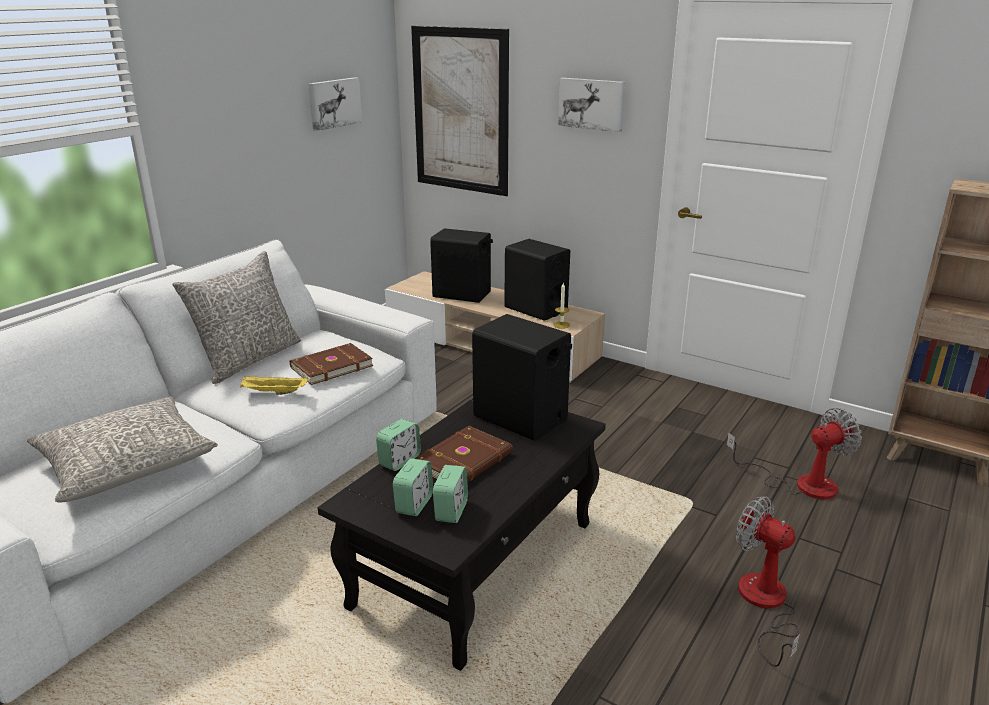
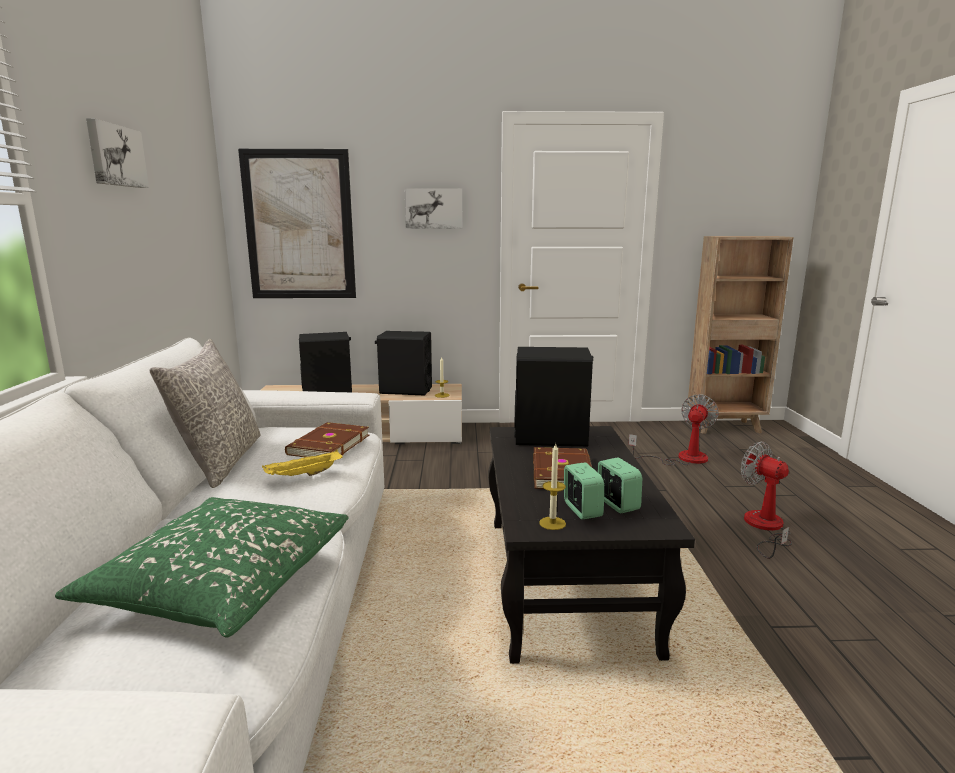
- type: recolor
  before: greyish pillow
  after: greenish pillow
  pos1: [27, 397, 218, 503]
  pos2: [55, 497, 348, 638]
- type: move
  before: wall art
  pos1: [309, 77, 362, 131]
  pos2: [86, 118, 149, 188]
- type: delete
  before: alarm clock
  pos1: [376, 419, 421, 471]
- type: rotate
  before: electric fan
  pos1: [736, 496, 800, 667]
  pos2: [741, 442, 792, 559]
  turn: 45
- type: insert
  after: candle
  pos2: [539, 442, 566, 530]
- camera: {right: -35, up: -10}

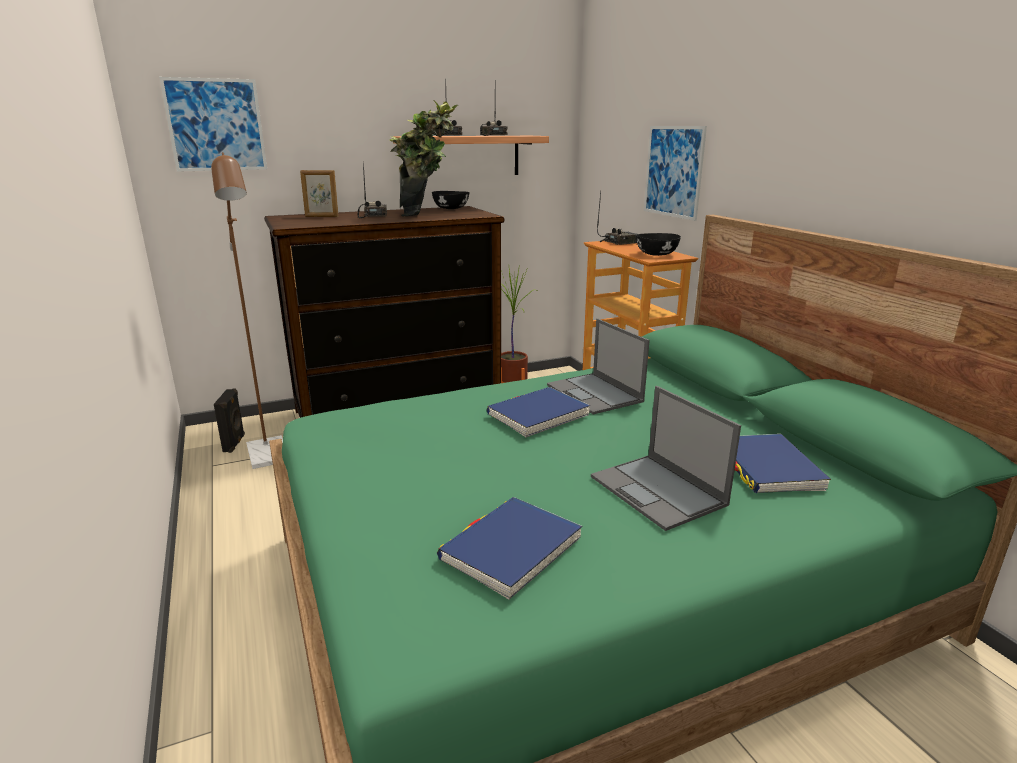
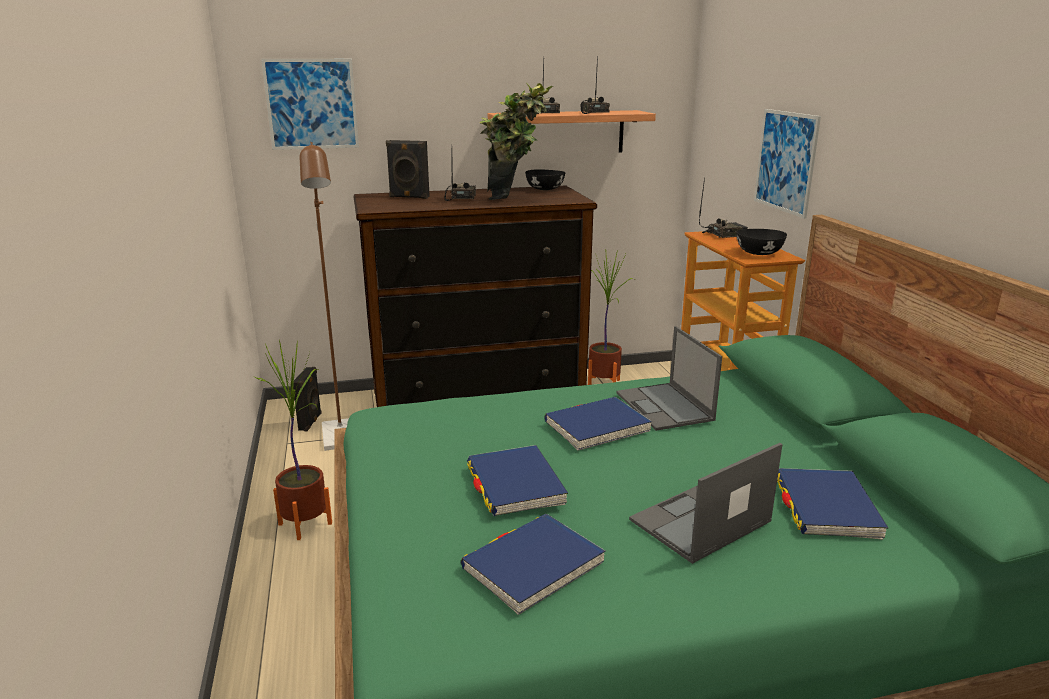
- type: replace
  before: standing frame
  after: black-coloured speaker
  pos1: [300, 170, 339, 217]
  pos2: [386, 140, 430, 199]
- type: rotate
  before: portable computer
  pos1: [591, 386, 741, 531]
  pos2: [629, 443, 782, 564]
  turn: 75
- type: insert
  after: potted plant
  pos2: [255, 340, 332, 540]
- type: insert
  after: bluish volume
  pos2: [467, 445, 568, 516]
- camera: {right: 10, up: 0}

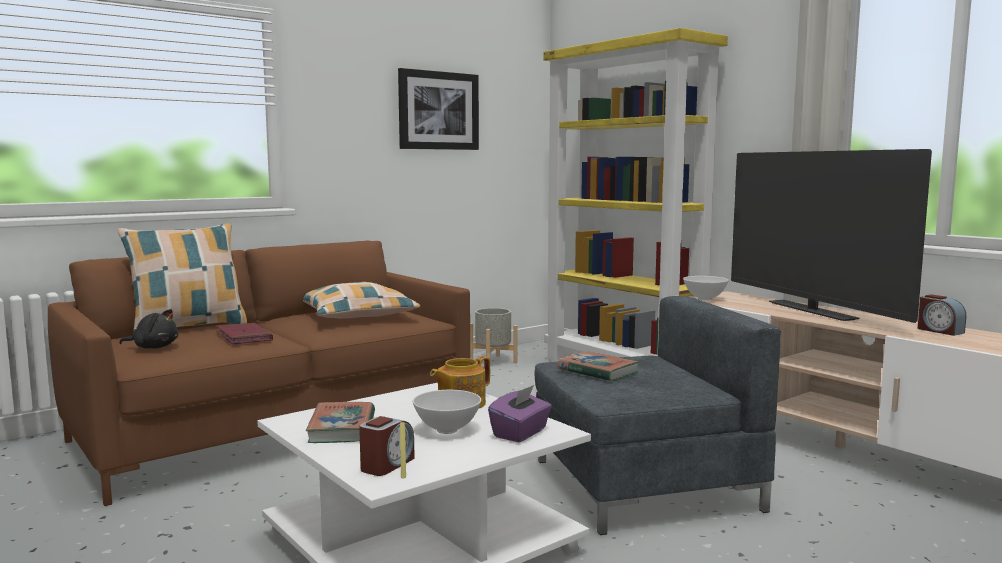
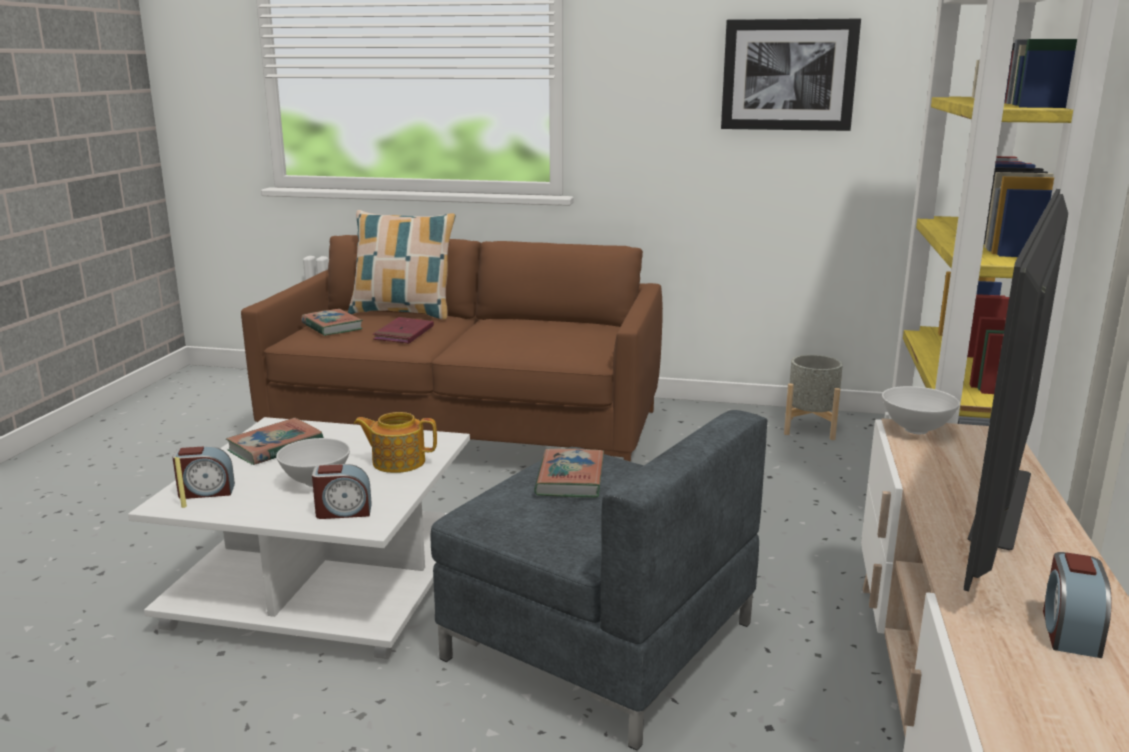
- type: replace
  before: black-coloured soft toy
  after: volume
  pos1: [119, 309, 178, 348]
  pos2: [301, 309, 363, 336]
- type: delete
  before: pillow
  pos1: [303, 282, 420, 318]
- type: replace
  before: purplish tissue box
  after: alarm clock
  pos1: [488, 385, 552, 442]
  pos2: [312, 464, 372, 519]
- camera: {right: 50, up: 10}

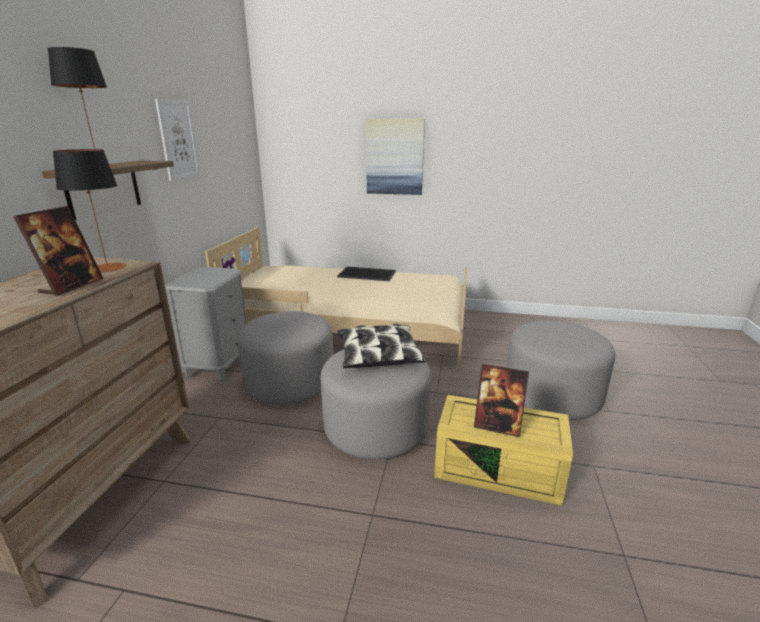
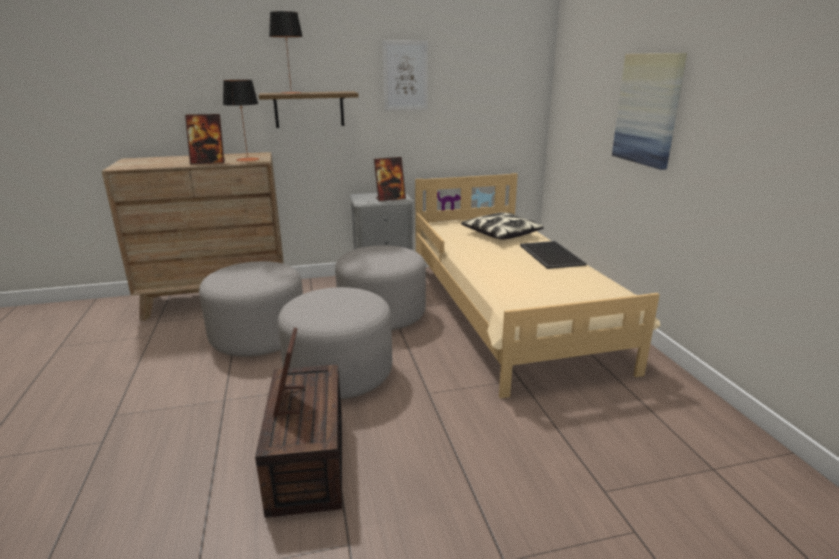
- type: move
  before: pillow
  pos1: [337, 324, 426, 368]
  pos2: [461, 212, 544, 240]
- type: recolor
  before: yellow storage box
  after: brown storage box
  pos1: [434, 395, 573, 506]
  pos2: [255, 365, 342, 518]
- type: move
  before: greyish pouffe
  pos1: [506, 321, 615, 420]
  pos2: [199, 261, 303, 357]
- type: insert
  after: standing frame
  pos2: [374, 157, 406, 201]
- camera: {right: 65, up: 0}

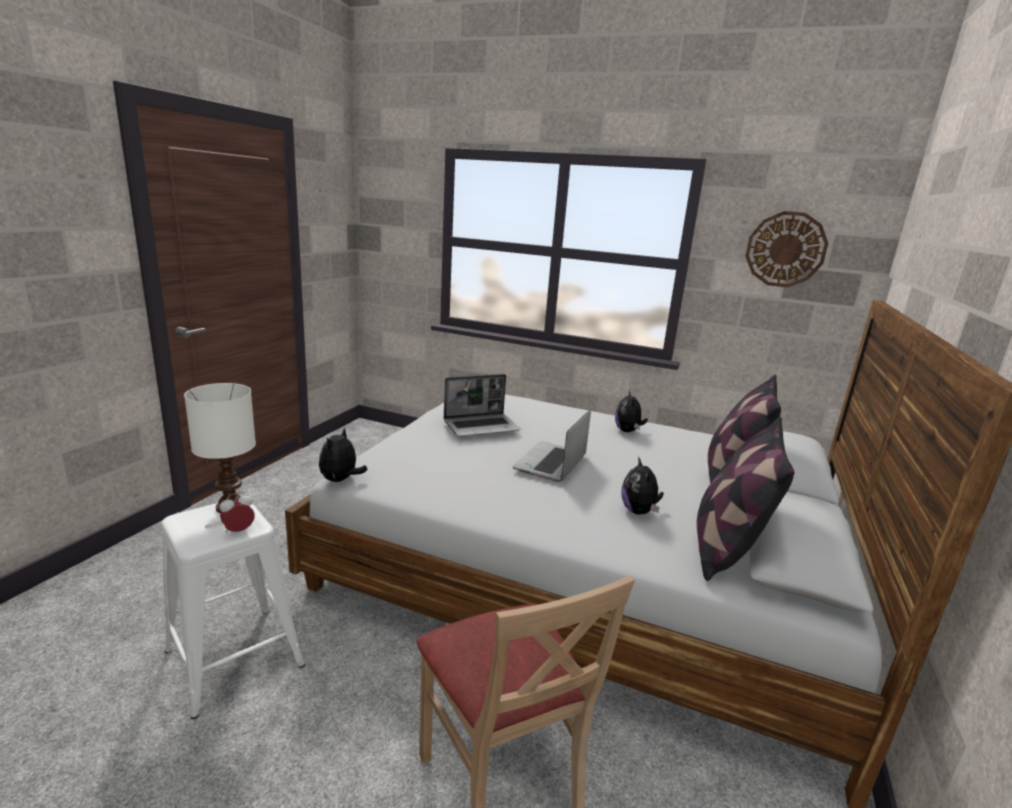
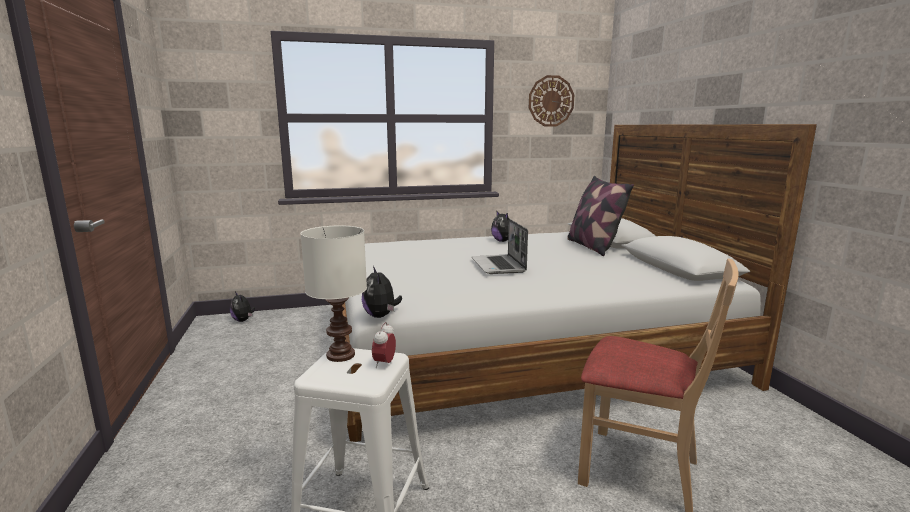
- type: delete
  before: portable computer
  pos1: [444, 374, 520, 437]
- type: move
  before: soft toy
  pos1: [621, 456, 664, 515]
  pos2: [230, 292, 255, 322]
- type: delete
  before: pillow
  pos1: [697, 417, 794, 581]
- camera: {right: -35, up: -5}

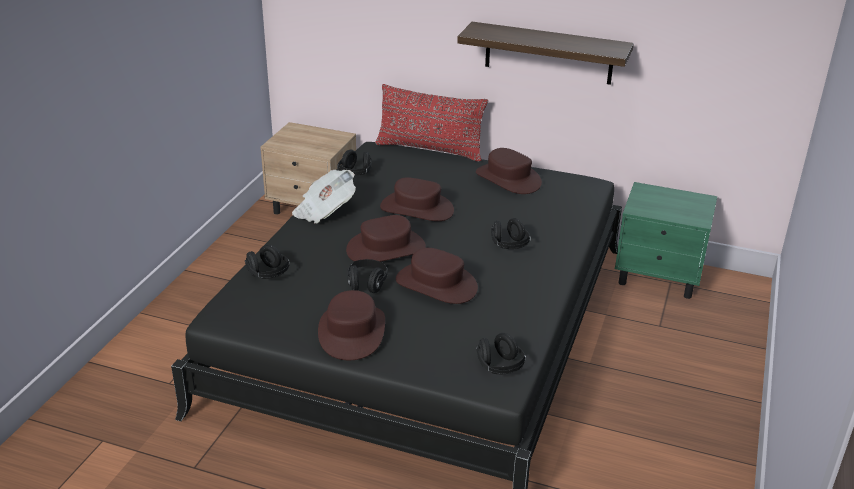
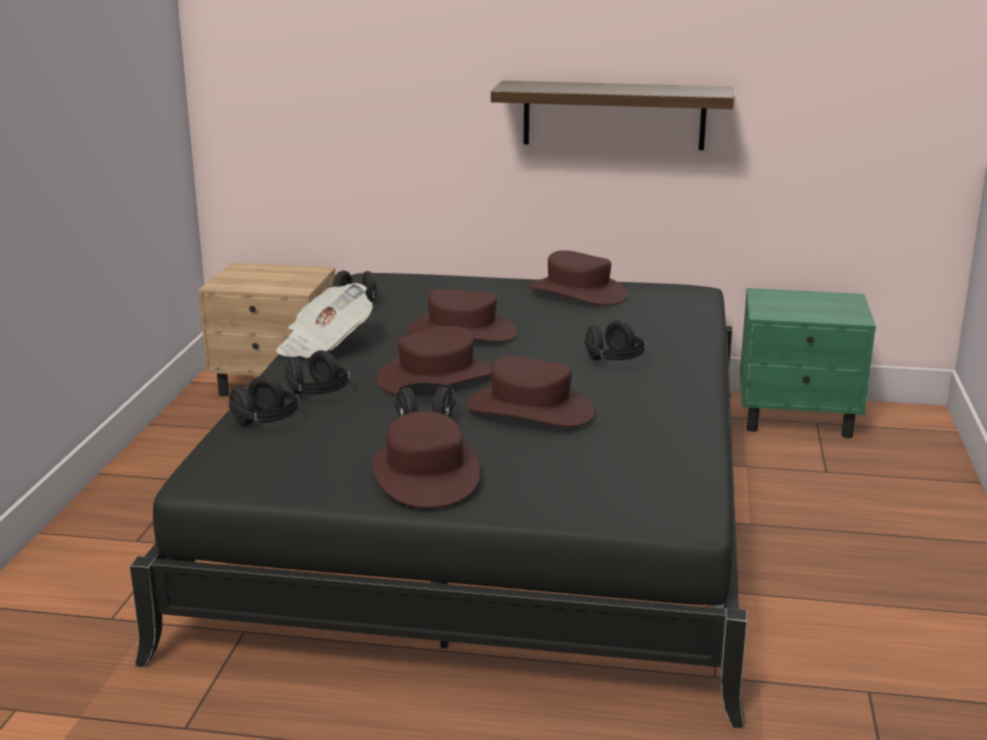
- type: delete
  before: red-coloured pillow
  pos1: [375, 84, 488, 162]
- type: move
  before: black-coloured headset
  pos1: [476, 333, 526, 374]
  pos2: [285, 350, 350, 395]
- camera: {right: -10, up: -10}

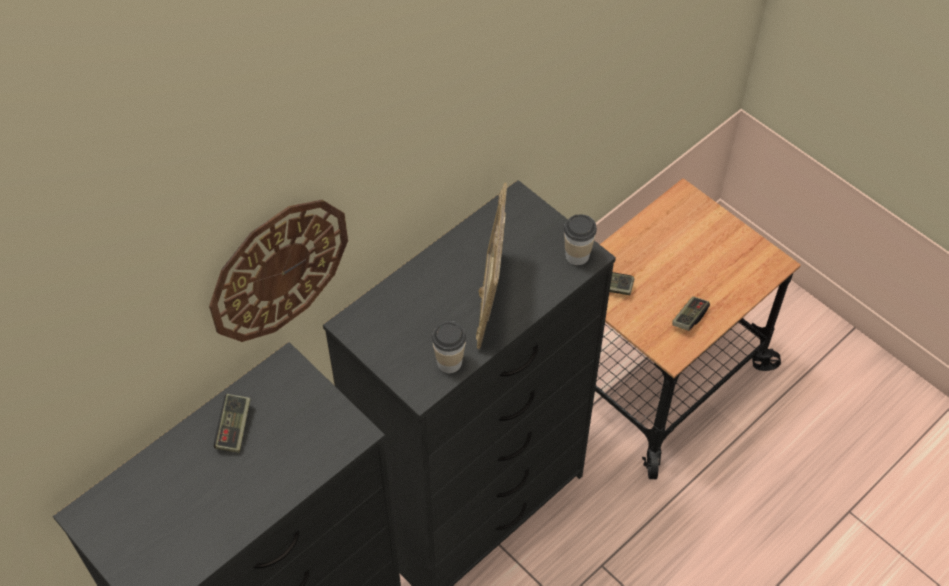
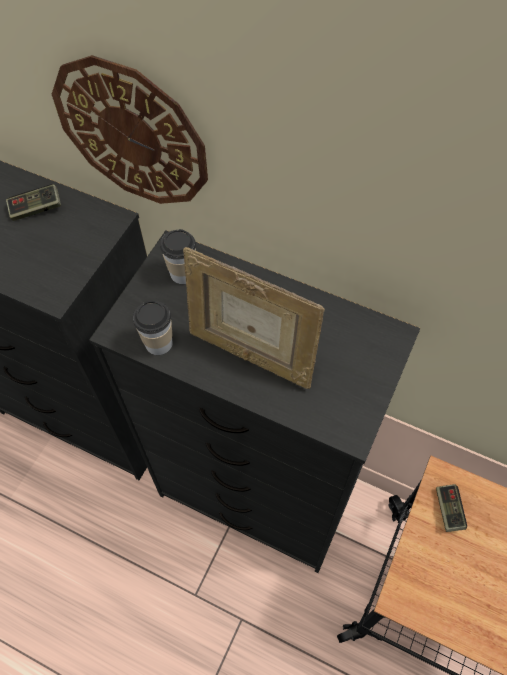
- type: rotate
  before: standing frame
  pos1: [476, 183, 507, 349]
  pos2: [183, 247, 325, 389]
  turn: -135
- type: move
  before: small cup
  pos1: [564, 214, 597, 265]
  pos2: [160, 229, 196, 284]
- type: delete
  before: game controller
  pos1: [672, 296, 710, 331]
- camera: {right: 70, up: 5}

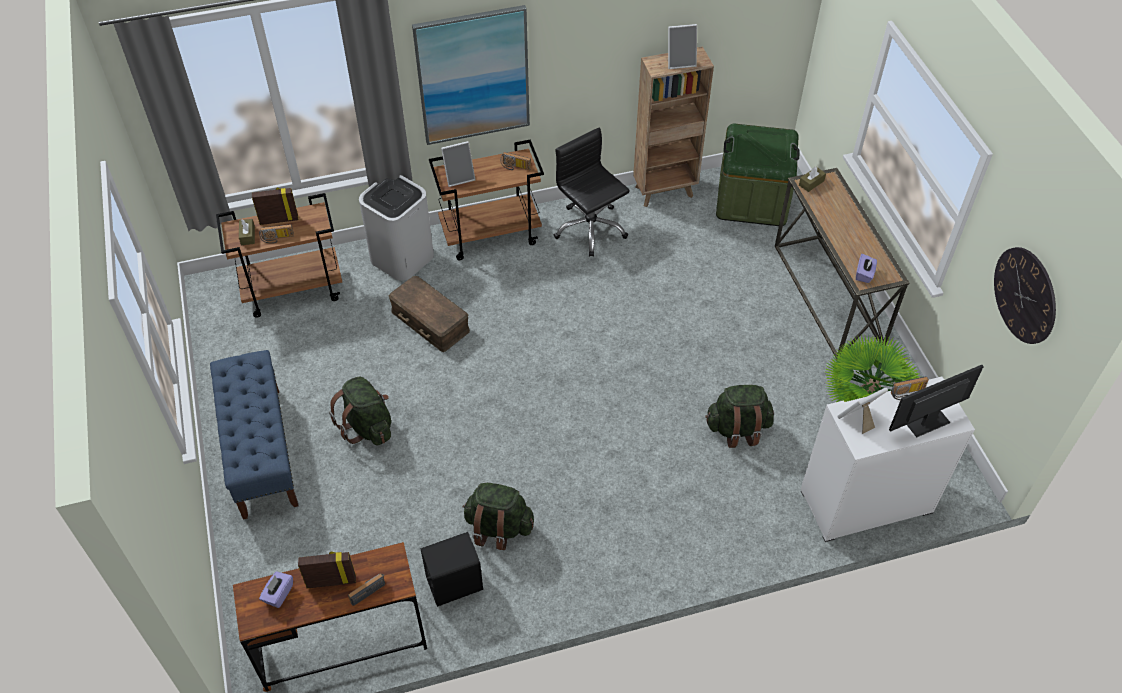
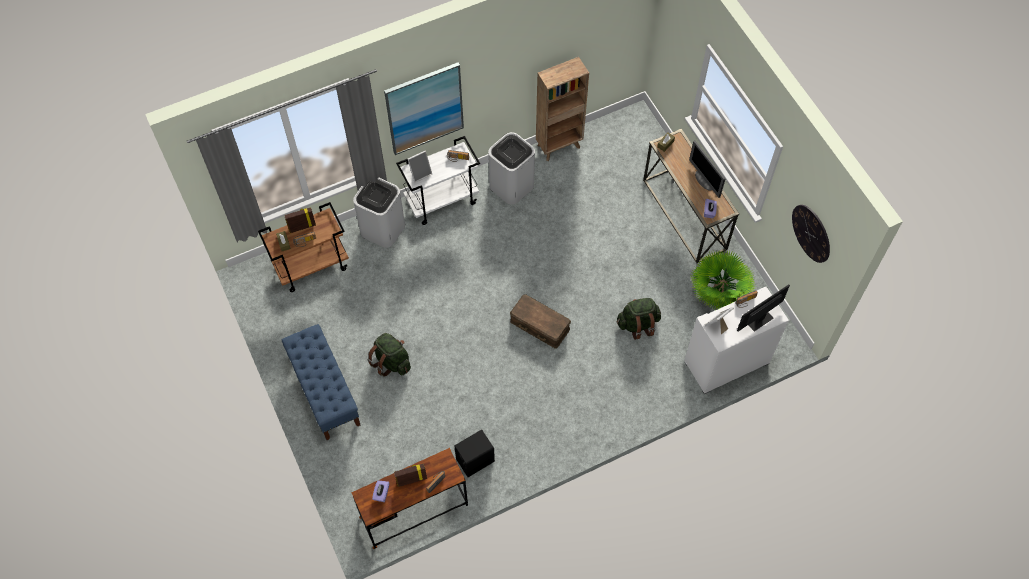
- type: move
  before: brown storage box
  pos1: [389, 276, 470, 352]
  pos2: [510, 294, 571, 349]
- type: recolor
  before: brown cart
  after: white-coloured cart
  pos1: [429, 140, 544, 260]
  pos2: [396, 136, 480, 225]
- type: delete
  before: greenish rucksack
  pos1: [462, 483, 534, 550]
- type: replace
  before: black-coloured computer chair
  after: white-coloured rubbish bin
  pos1: [554, 127, 630, 257]
  pos2: [488, 132, 535, 204]
- type: delete
  before: standing frame
  pos1: [668, 24, 697, 69]
- type: delete
  before: greenish storage box
  pos1: [716, 124, 800, 226]
- type: insert
  after: computer display
  pos2: [689, 141, 725, 198]
- camera: {right: -10, up: 10}

